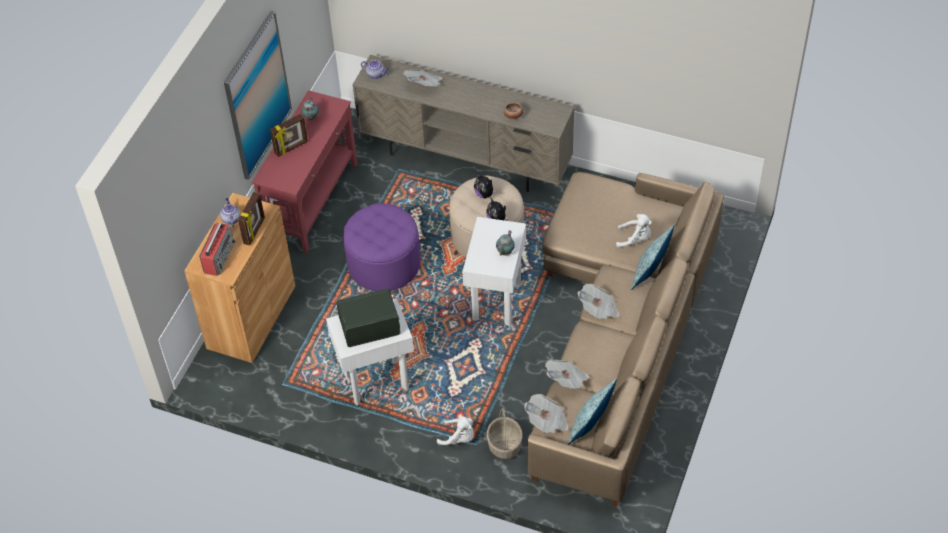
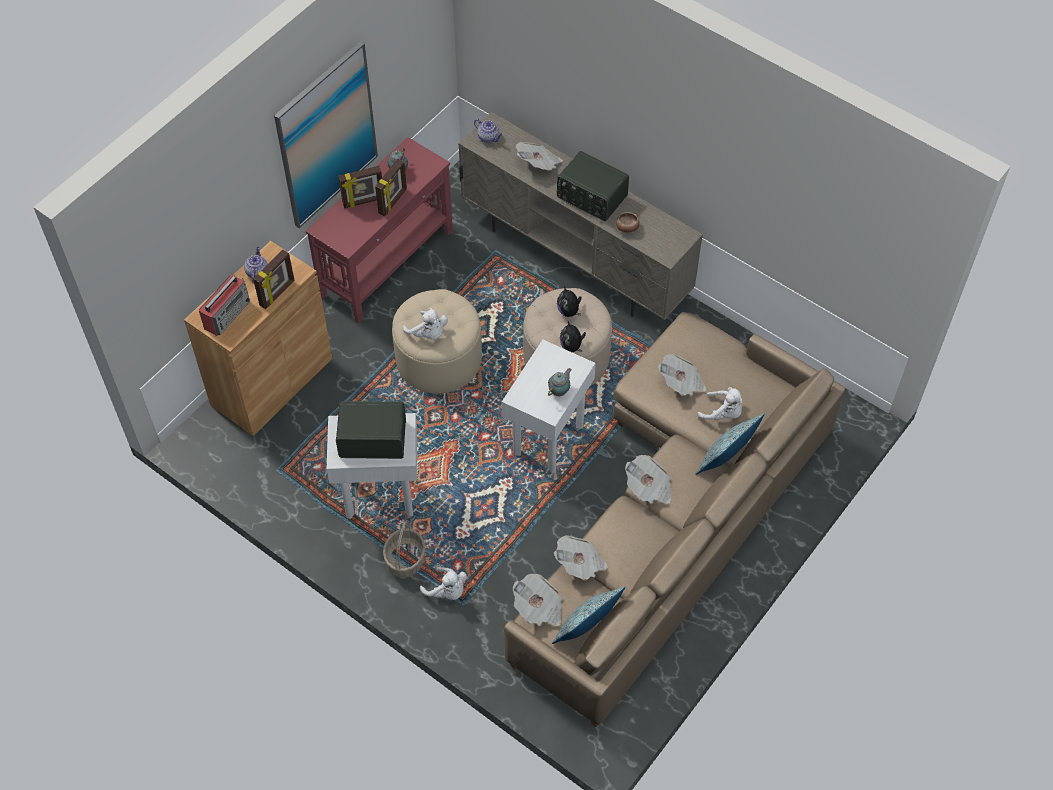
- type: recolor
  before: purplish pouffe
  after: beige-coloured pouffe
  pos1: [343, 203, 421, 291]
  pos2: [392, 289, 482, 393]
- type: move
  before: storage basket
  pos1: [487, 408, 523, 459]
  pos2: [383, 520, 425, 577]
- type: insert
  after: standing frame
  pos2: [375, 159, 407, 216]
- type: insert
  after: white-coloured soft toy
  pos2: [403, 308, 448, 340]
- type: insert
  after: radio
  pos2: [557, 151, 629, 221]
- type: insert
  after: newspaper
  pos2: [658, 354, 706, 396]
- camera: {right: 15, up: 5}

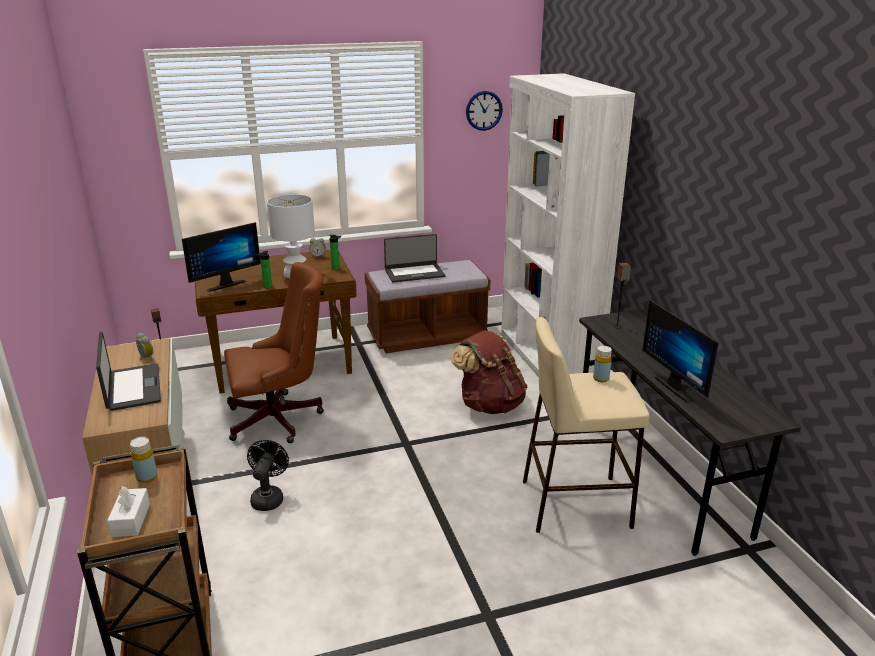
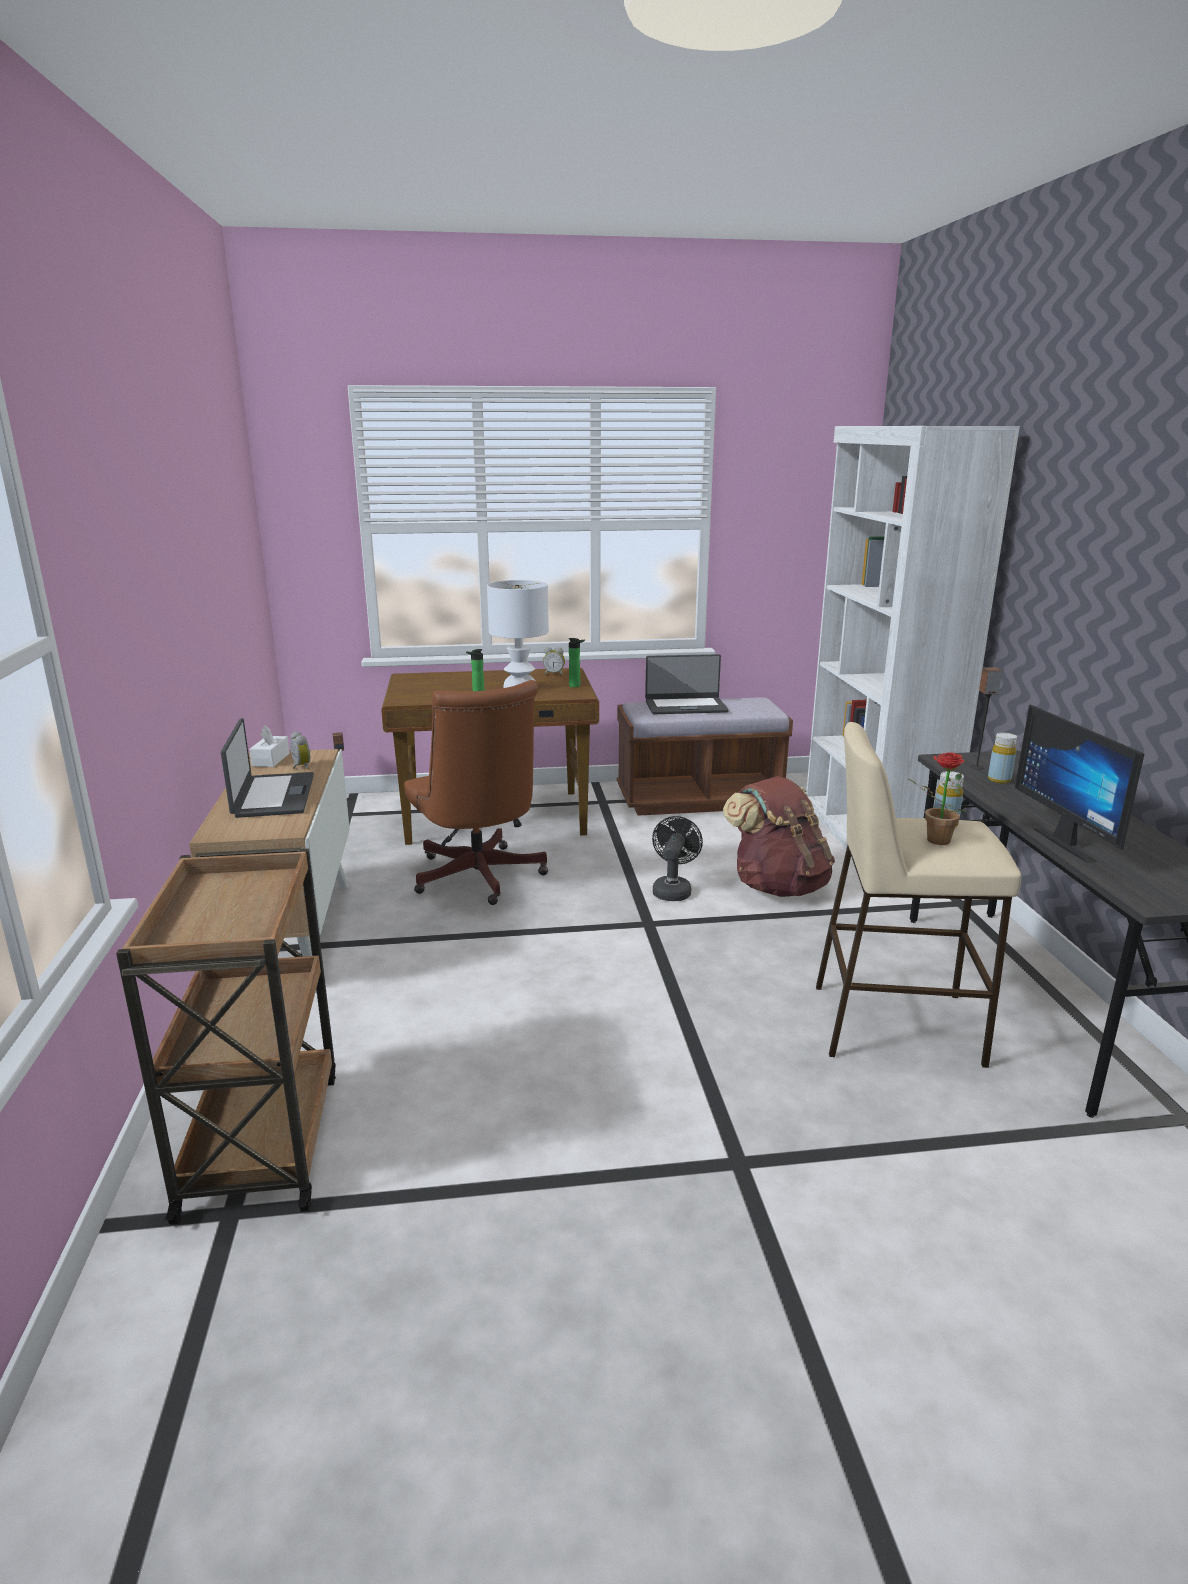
- type: move
  before: white-coloured tissue box
  pos1: [107, 486, 150, 537]
  pos2: [249, 725, 290, 767]
- type: move
  before: yellow bottle
  pos1: [130, 437, 157, 483]
  pos2: [988, 733, 1017, 784]
- type: delete
  before: computer display
  pos1: [182, 222, 261, 292]
- type: rotate
  before: brown computer chair
  pos1: [224, 262, 324, 443]
  pos2: [404, 680, 548, 905]
  turn: 75
- type: move
  before: black-coloured electric fan
  pos1: [247, 440, 289, 511]
  pos2: [652, 816, 703, 901]
- type: delete
  before: clock on the wall
  pos1: [466, 91, 503, 131]
- type: insert
  after: potted plant
  pos2: [907, 752, 967, 845]
- camera: {right: 10, up: -5}

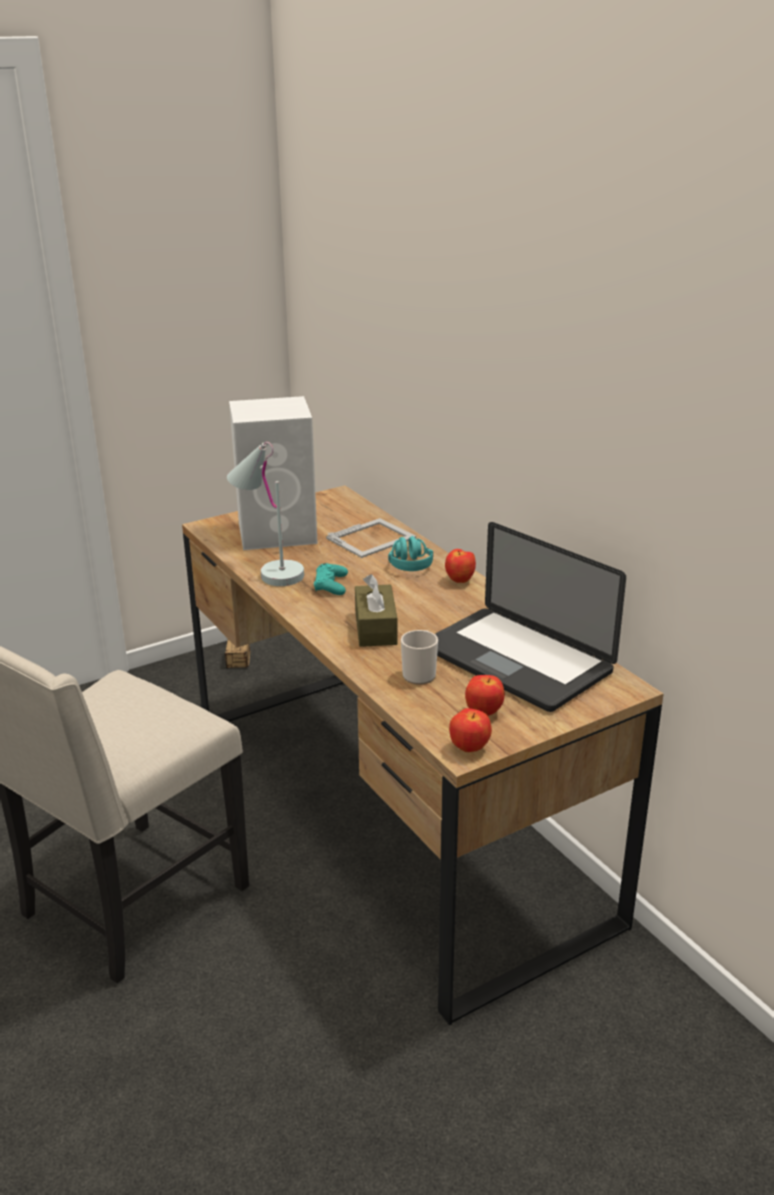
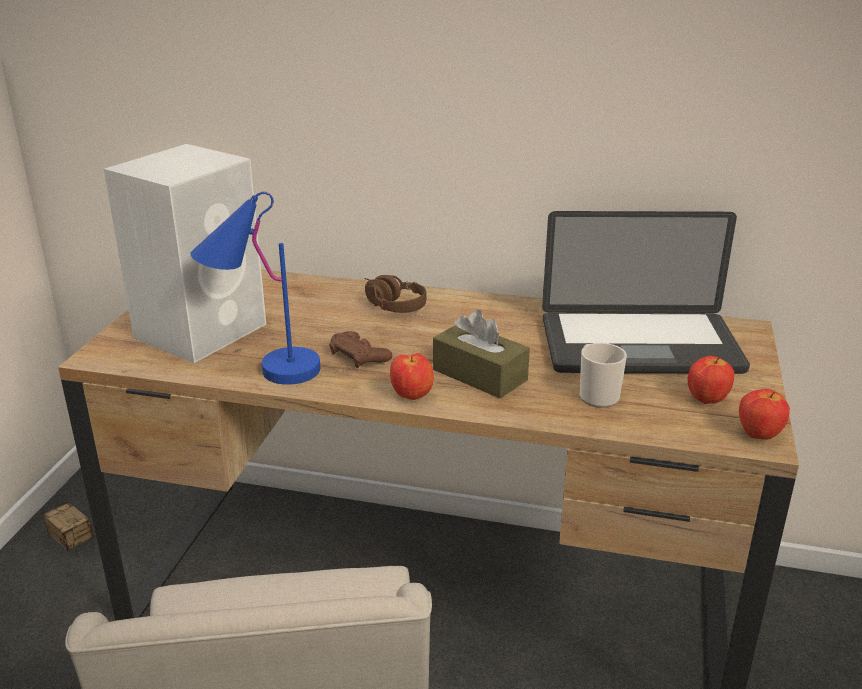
- type: recolor
  before: white-coloured table lamp
  after: bluish table lamp
  pos1: [227, 442, 304, 586]
  pos2: [191, 192, 320, 385]
- type: recolor
  before: blue-green game controller
  after: brown game controller
  pos1: [314, 563, 348, 595]
  pos2: [329, 331, 392, 368]
- type: delete
  before: standing frame
  pos1: [326, 518, 416, 558]
- type: recolor
  before: blue-green headset
  after: brown headset
  pos1: [388, 536, 433, 571]
  pos2: [364, 275, 427, 313]
- type: move
  before: apple fruit
  pos1: [445, 549, 476, 583]
  pos2: [390, 353, 434, 400]
- camera: {right: -45, up: 0}

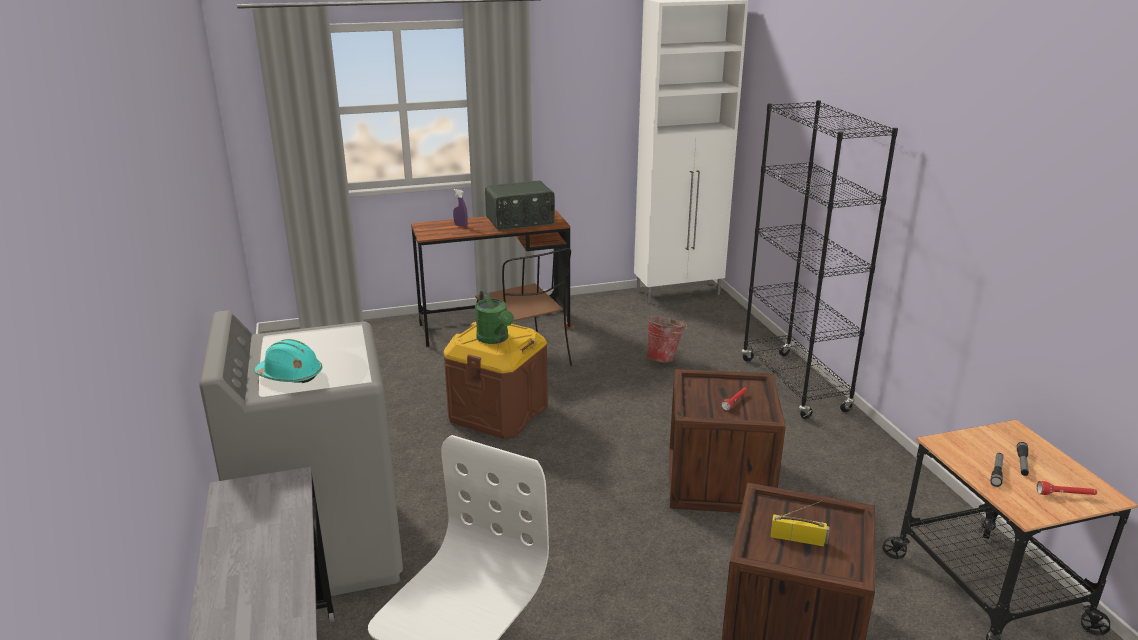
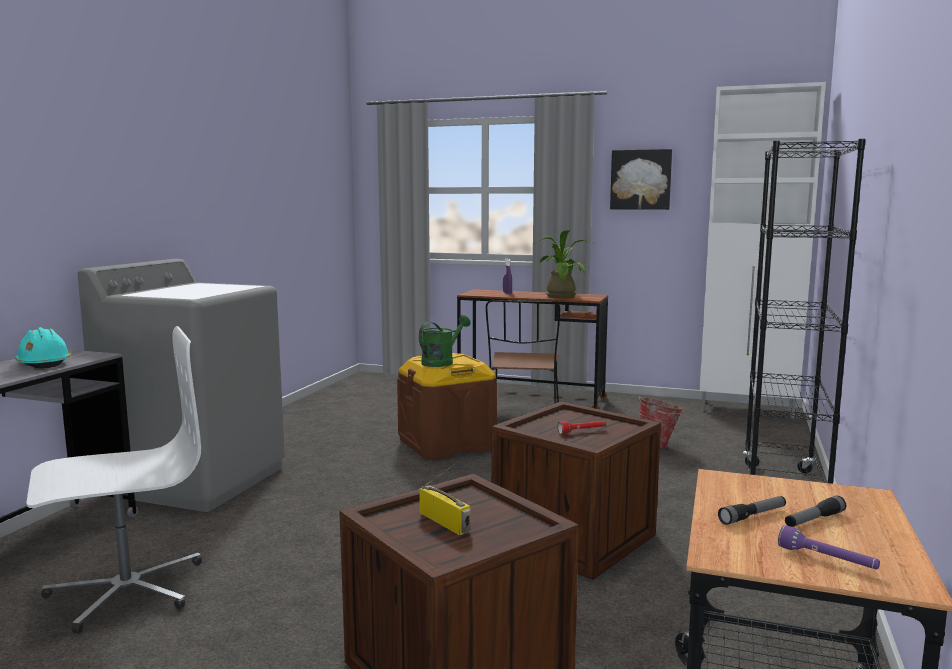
- type: move
  before: blue-green hard hat
  pos1: [255, 339, 322, 383]
  pos2: [15, 327, 71, 369]
- type: rotate
  before: greenish watering can
  pos1: [475, 290, 514, 344]
  pos2: [419, 315, 470, 367]
  turn: -150
- type: replace
  before: radio
  after: potted plant
  pos1: [485, 181, 555, 230]
  pos2: [536, 230, 593, 298]
- type: recolor
  before: red-coloured flashlight
  after: purplish flashlight
  pos1: [1037, 481, 1097, 495]
  pos2: [778, 525, 880, 569]
- type: insert
  after: wall art
  pos2: [610, 149, 672, 210]
- camera: {right: 35, up: -15}

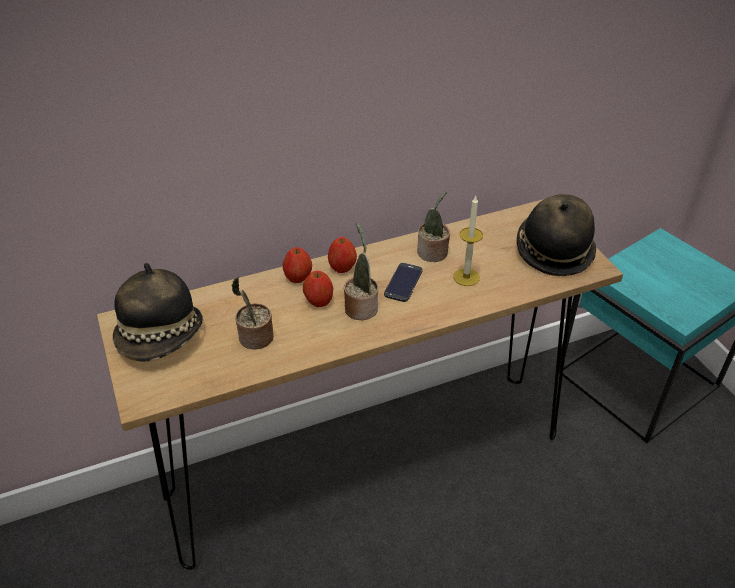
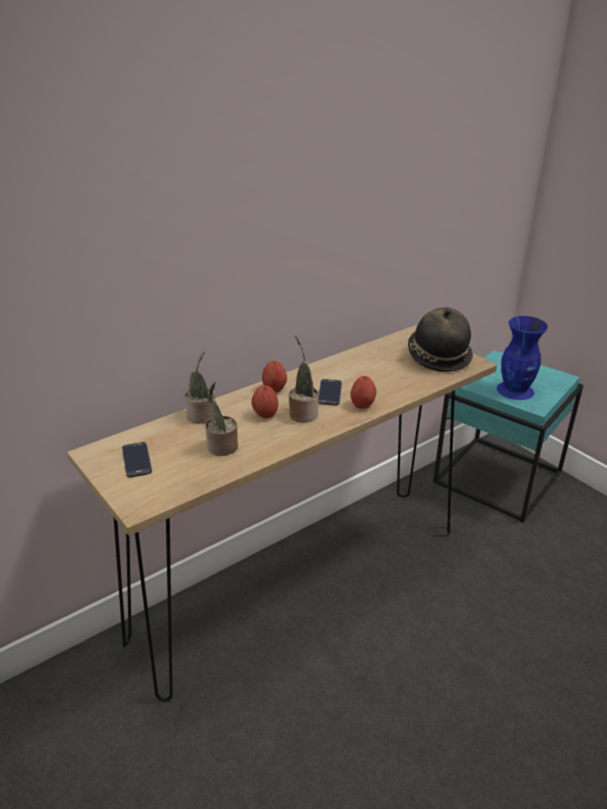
- type: replace
  before: wearable hat
  after: telephone
  pos1: [113, 263, 203, 361]
  pos2: [122, 442, 152, 477]
- type: move
  before: apple fruit
  pos1: [283, 247, 312, 283]
  pos2: [350, 376, 376, 409]
- type: move
  before: potted plant
  pos1: [417, 191, 450, 262]
  pos2: [185, 351, 215, 424]
- type: delete
  before: candle
  pos1: [453, 196, 483, 286]
- type: insert
  after: bluish vase
  pos2: [497, 316, 548, 400]
- camera: {right: -15, up: -10}

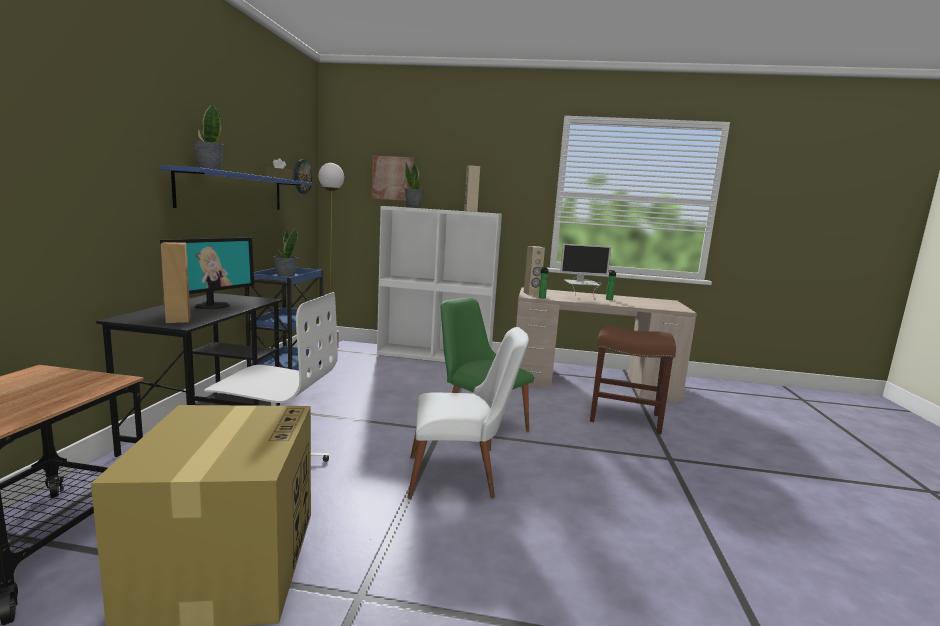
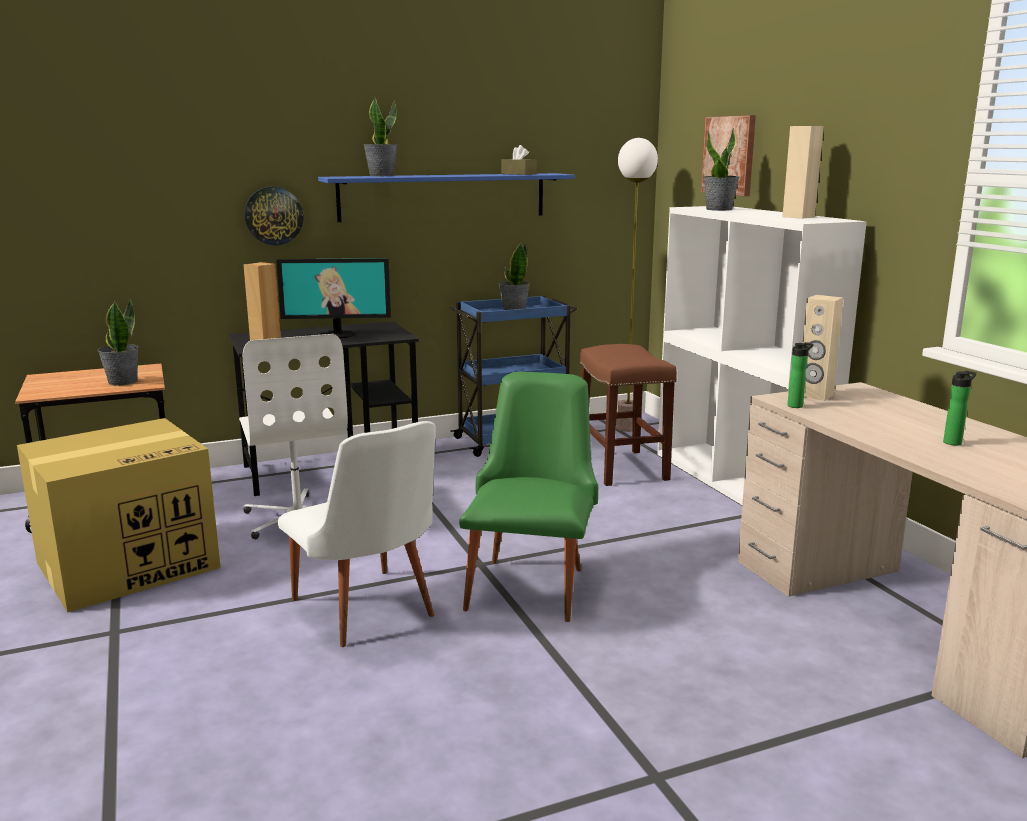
- type: move
  before: clock on the wall
  pos1: [294, 159, 312, 194]
  pos2: [244, 187, 304, 245]
- type: delete
  before: computer display
  pos1: [560, 244, 611, 300]
- type: move
  before: brown stool
  pos1: [590, 325, 676, 434]
  pos2: [580, 344, 677, 486]
- type: insert
  after: potted plant
  pos2: [98, 299, 139, 386]
- camera: {right: 60, up: 5}

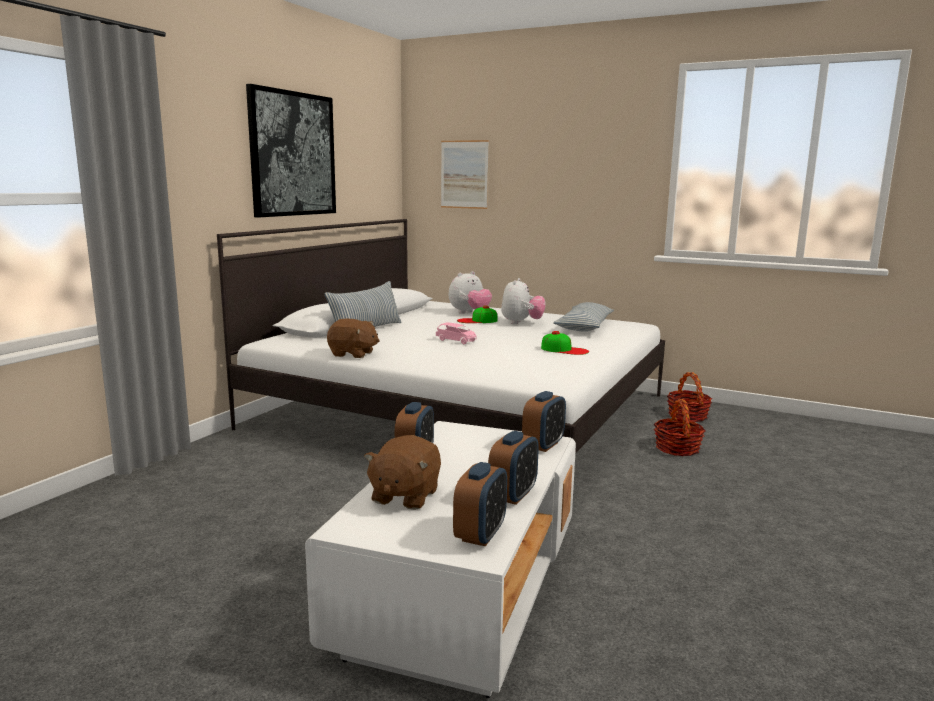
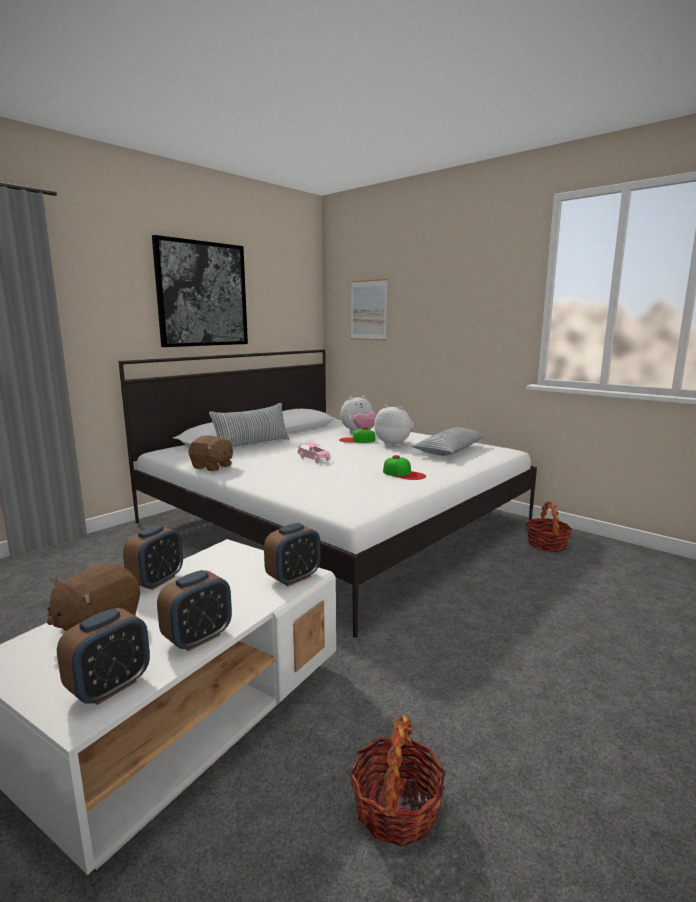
- type: rotate
  before: soft toy
  pos1: [501, 278, 546, 324]
  pos2: [374, 405, 414, 447]
  turn: -90
- type: move
  before: storage basket
  pos1: [654, 399, 706, 456]
  pos2: [349, 715, 446, 847]
- camera: {right: 15, up: 0}

